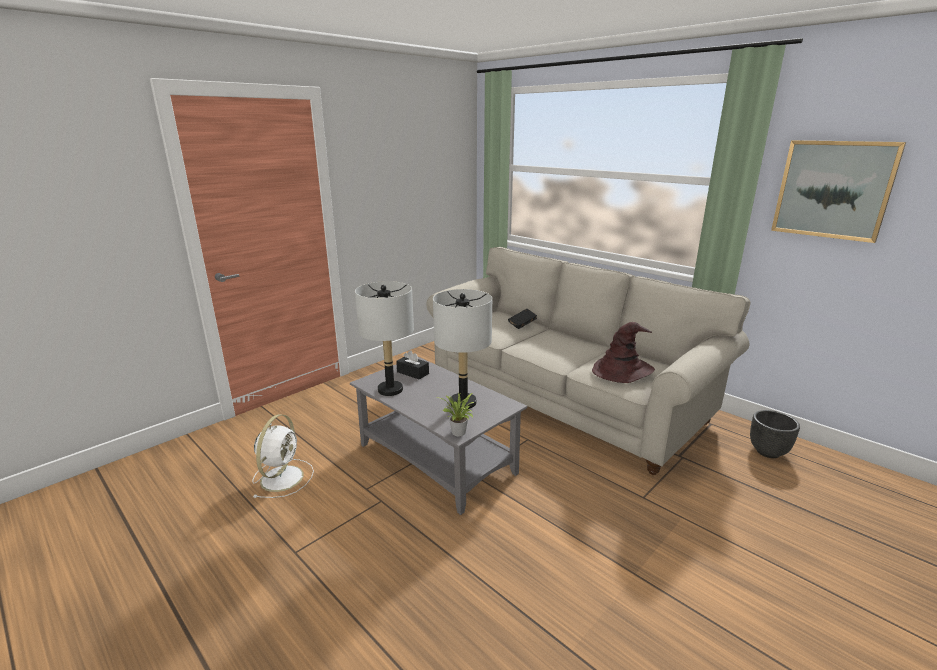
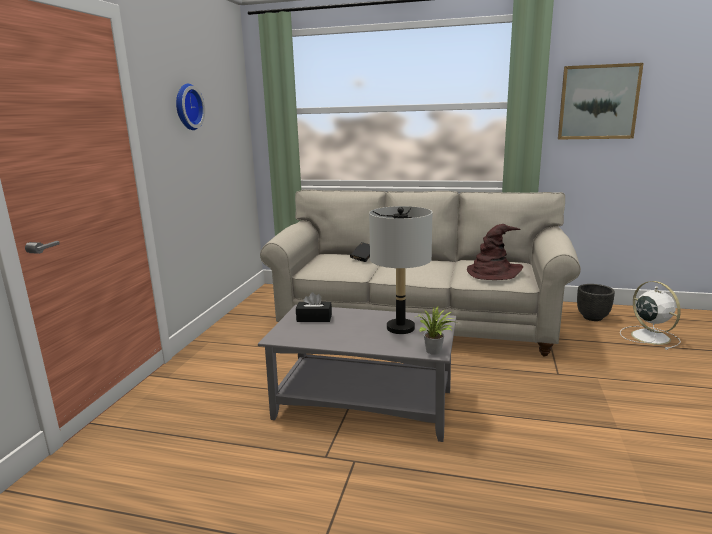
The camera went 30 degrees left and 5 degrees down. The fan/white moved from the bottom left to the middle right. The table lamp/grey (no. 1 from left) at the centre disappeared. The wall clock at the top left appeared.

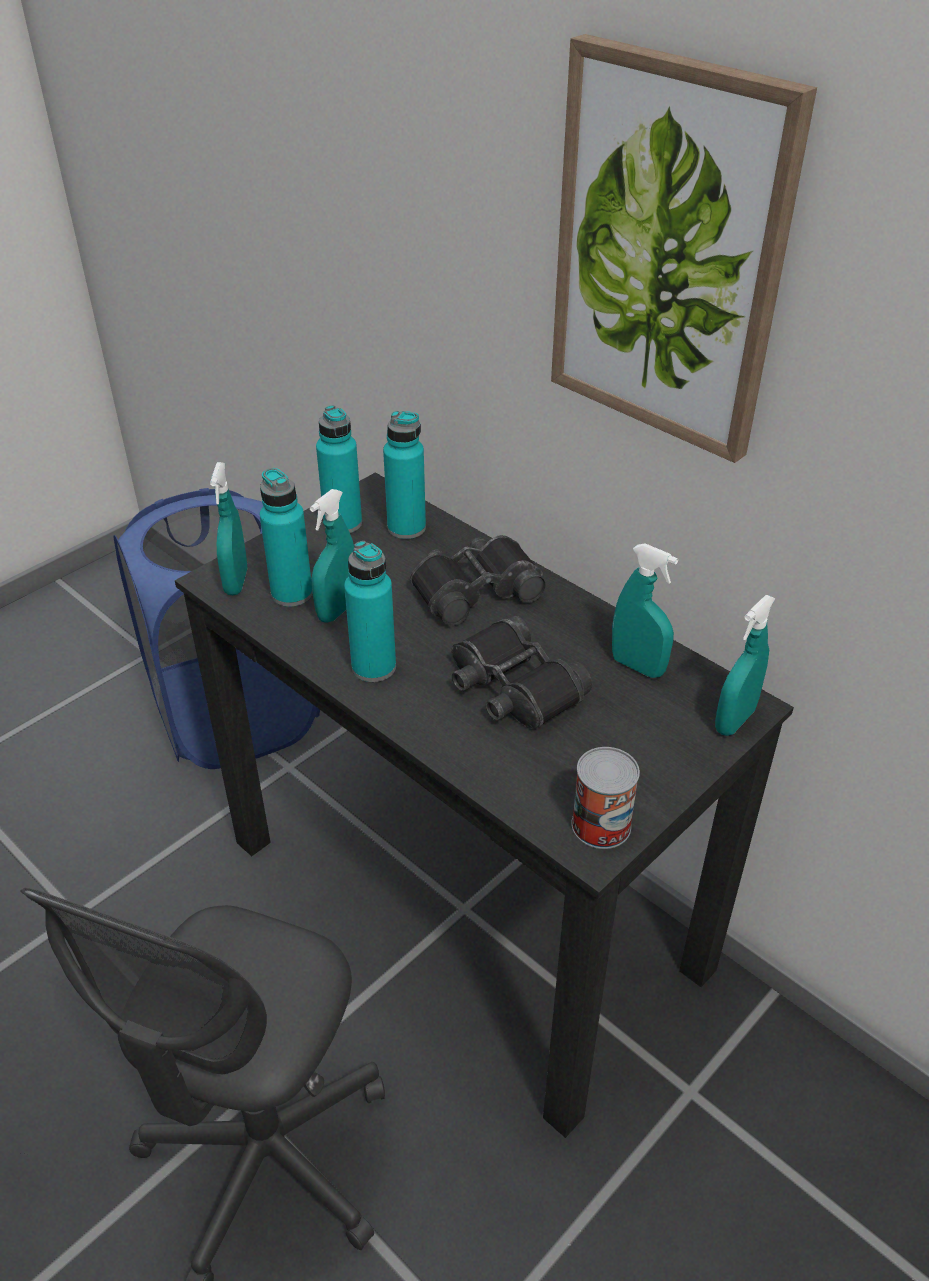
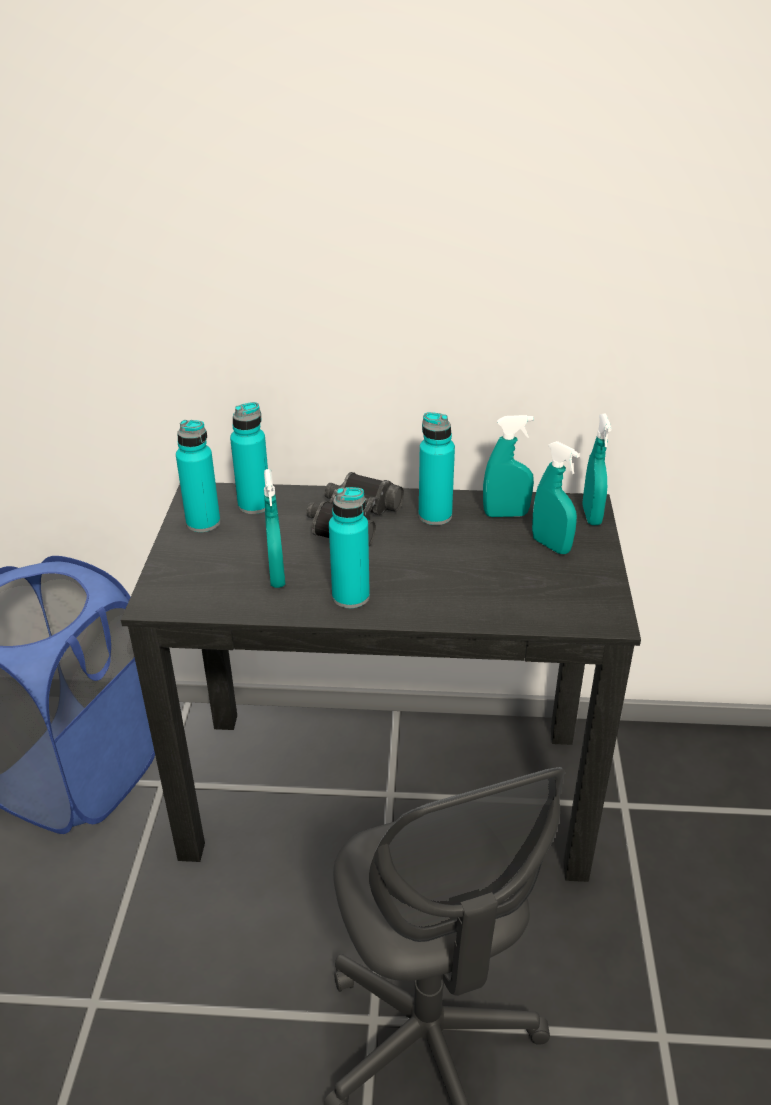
The camera went 40 degrees left and 5 degrees down. The spray bottle/turquoise (no. 1 from left in the first image) moved from the middle left to the middle right. The bottle/turquoise (no. 1 from left in the first image) moved from the middle left to the centre. The binoculars/black (no. 2 from left) at the centre disappeared. The picture at the top right disappeared. The can at the centre disappeared.

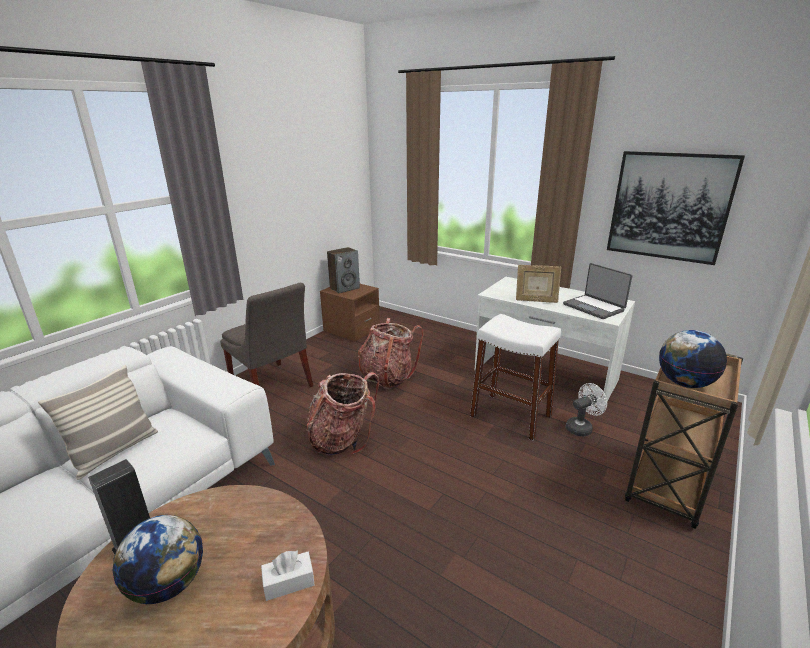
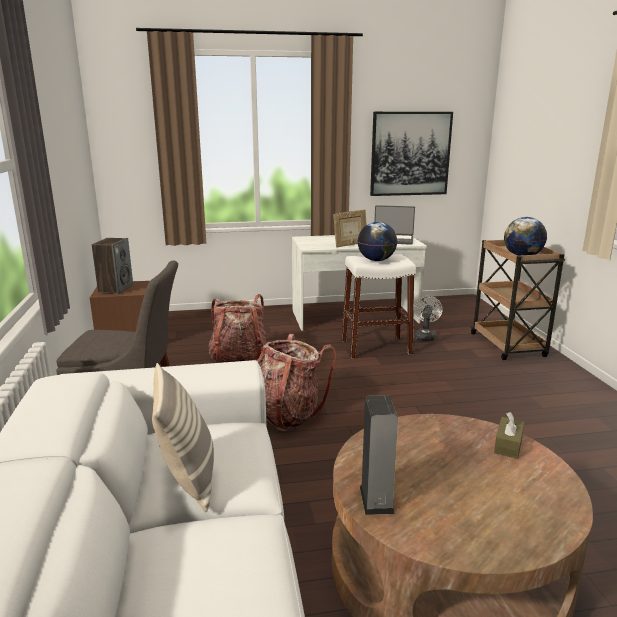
The camera went 45 degrees left and 5 degrees down. The globe (no. 1 from left) moved from the bottom left to the centre. The tissue box/white at the bottom centre became the tissue box/brown at the bottom right.

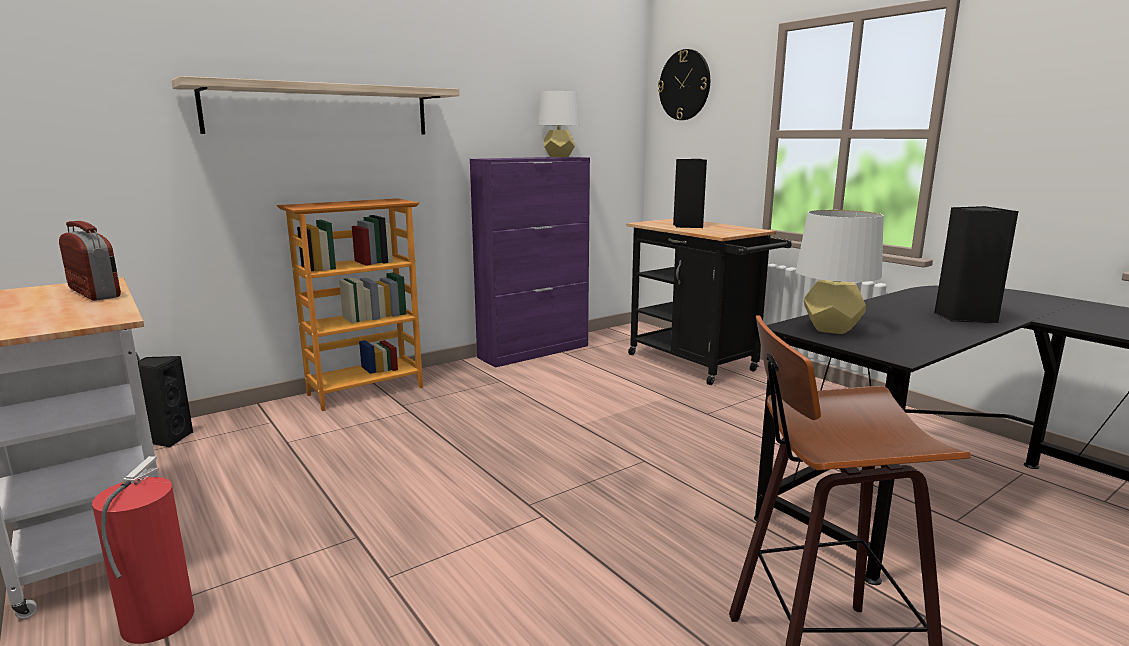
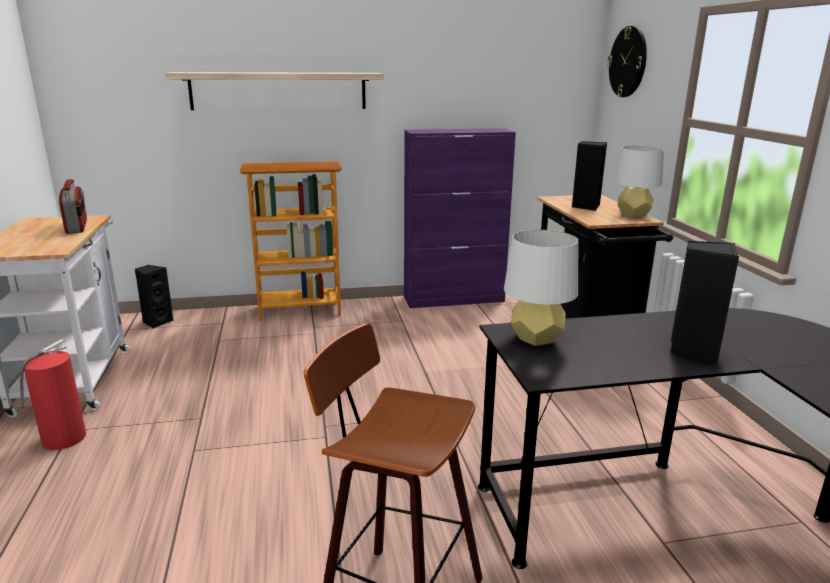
The camera went 25 degrees right and 5 degrees up. The table lamp/white (no. 1 from left in the first image) moved from the top centre to the top right.

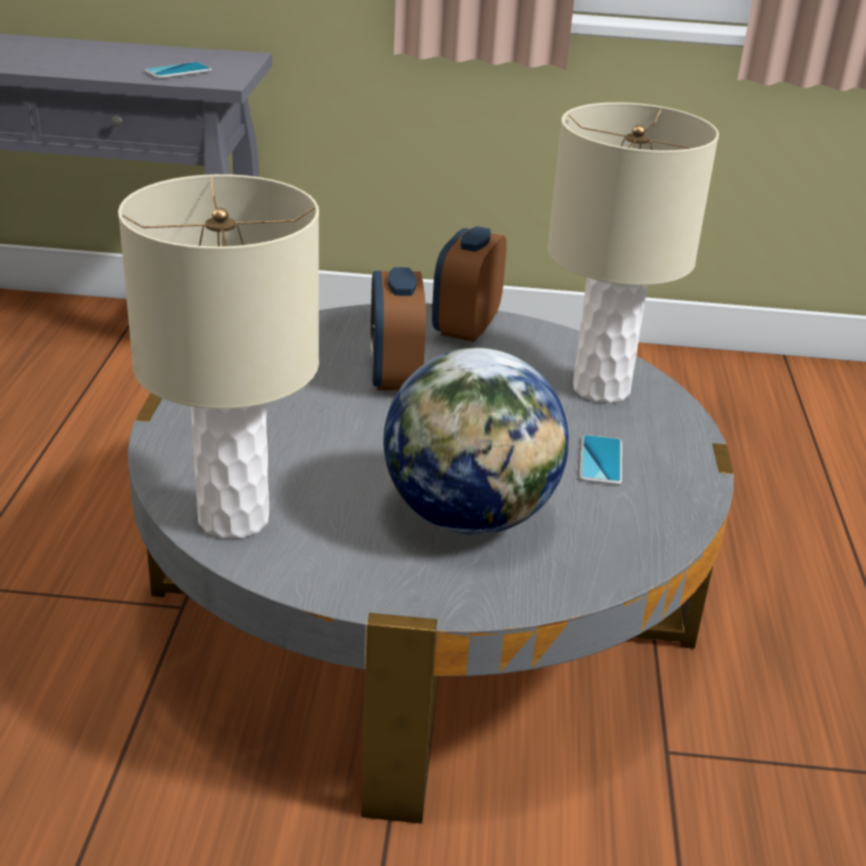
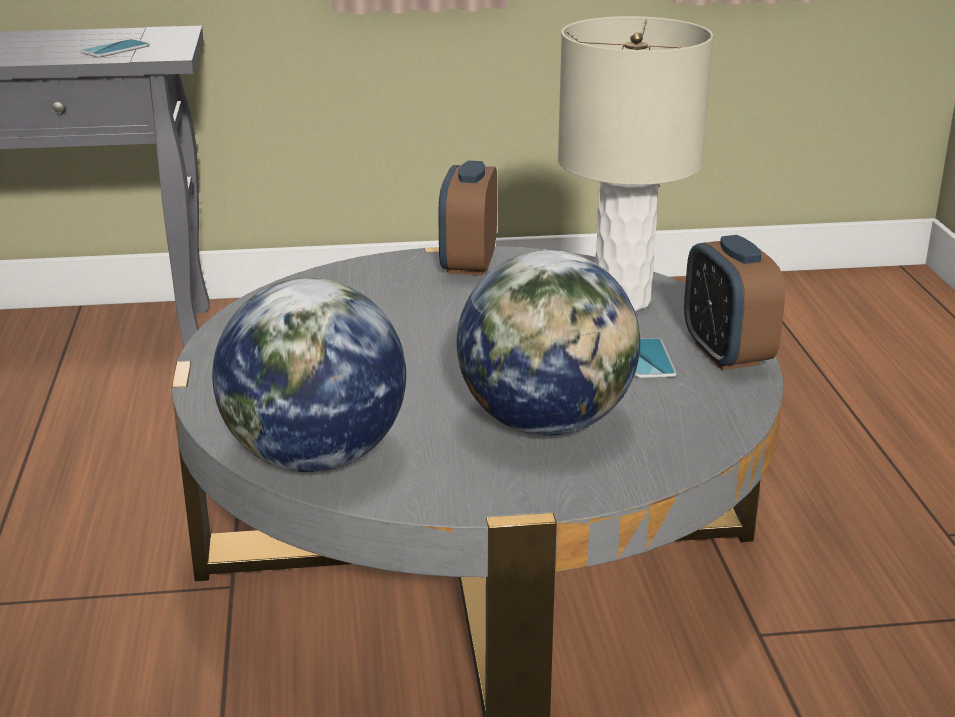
The camera went 10 degrees left and 5 degrees down. The table lamp/beige (no. 1 from left) at the middle left was replaced by the globe (no. 1 from left) at the middle left. The alarm clock (no. 1 from left in the first image) moved from the centre to the middle right.

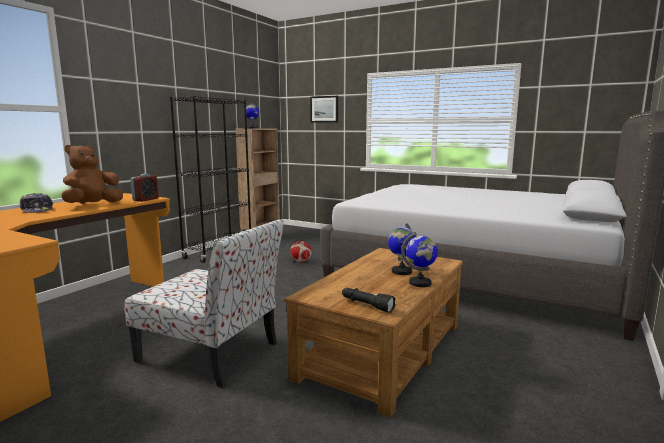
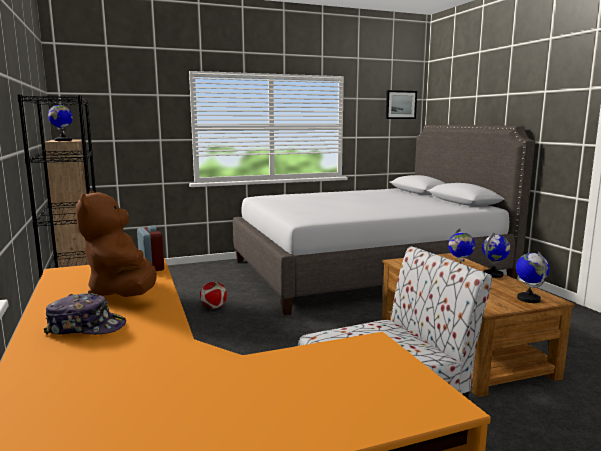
The camera went 50 degrees left and 0 degrees up. The picture moved from the top centre to the top right. The flashlight/black at the bottom centre was replaced by the globe (no. 4 from left) at the middle right.

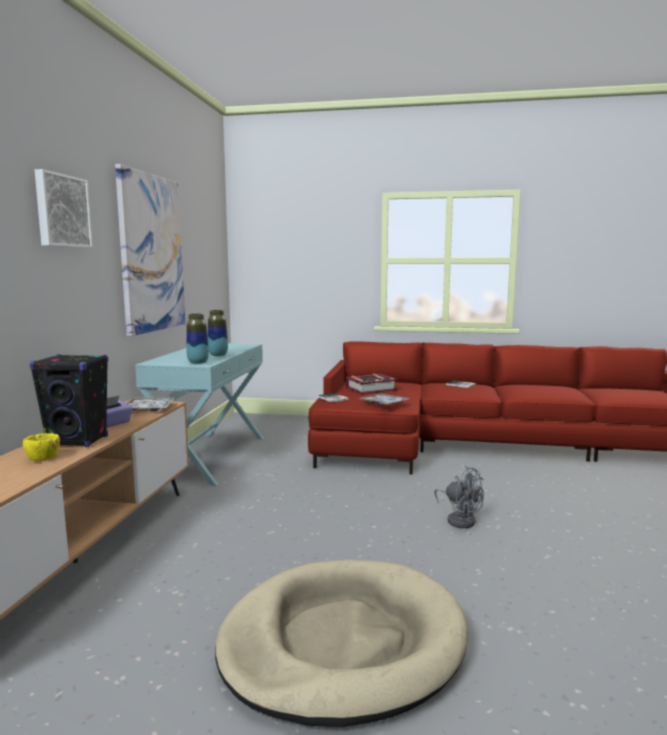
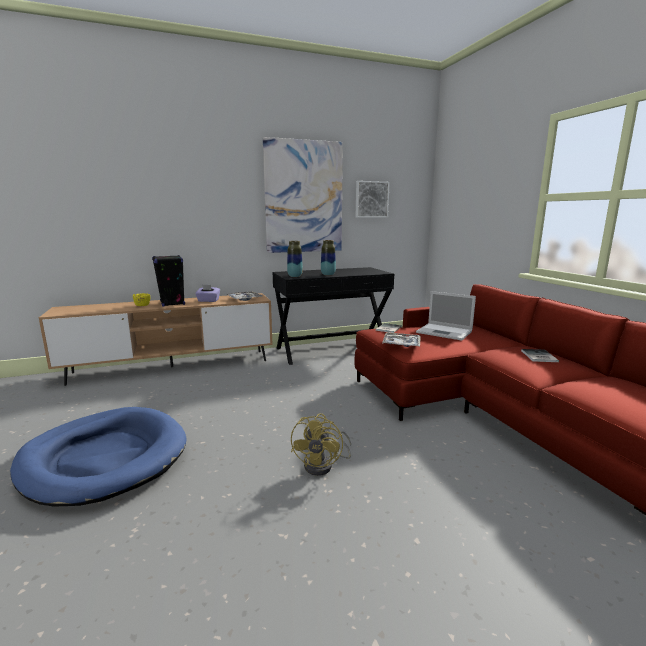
The camera went 60 degrees right and 5 degrees up. The picture (no. 1 from left in the first image) moved from the top left to the top centre. The console table/turquoise at the middle left became the console table/black at the centre. The dog bed/beige at the bottom centre became the dog bed/blue at the bottom left. The book (no. 2 from left) at the centre was replaced by the laptop at the middle right. The fan/grey at the bottom right became the fan/yellow at the bottom centre.

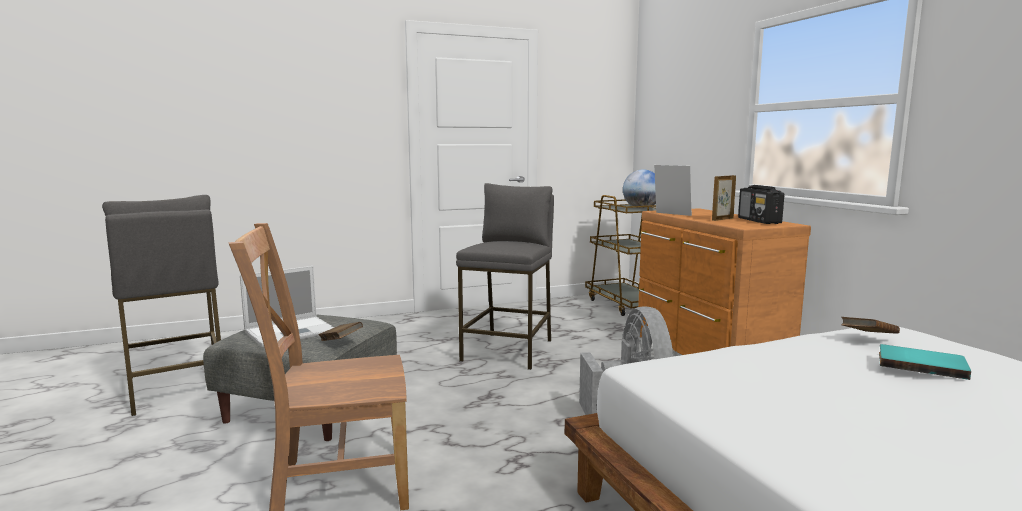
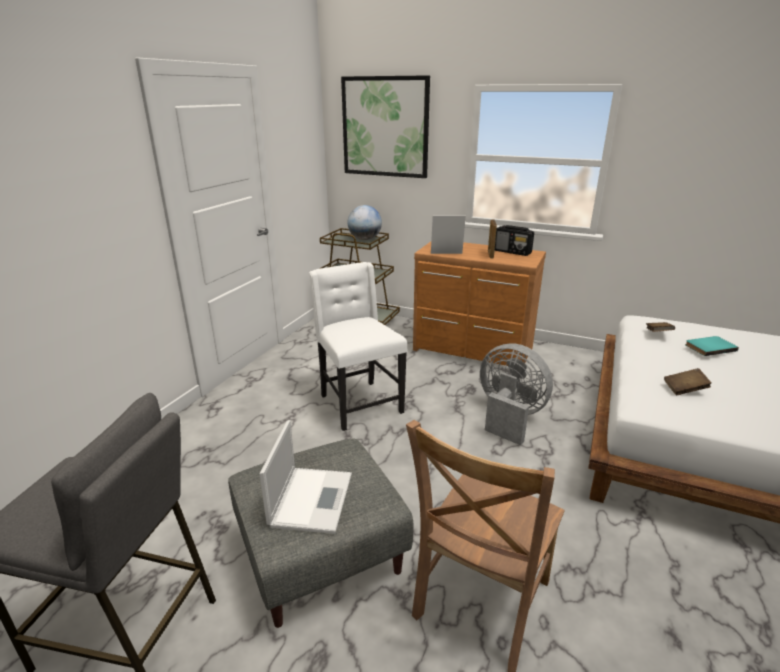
The camera went 45 degrees left and 15 degrees up. The book/brown (no. 1 from left in the first image) moved from the centre to the middle right. The stool/grey (no. 2 from left) at the centre was replaced by the chair/white at the centre. The picture at the top centre appeared.

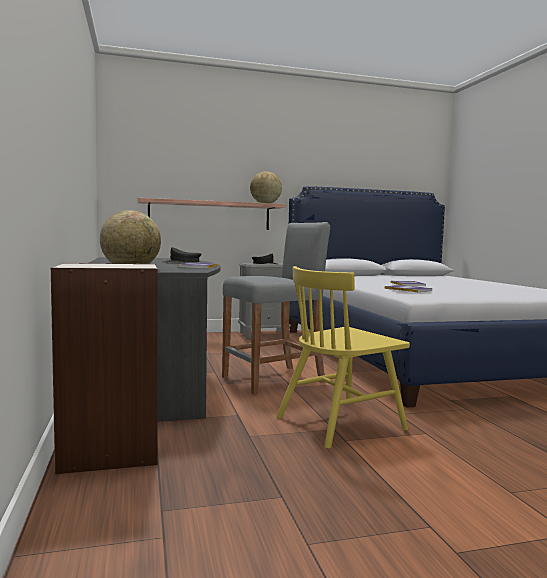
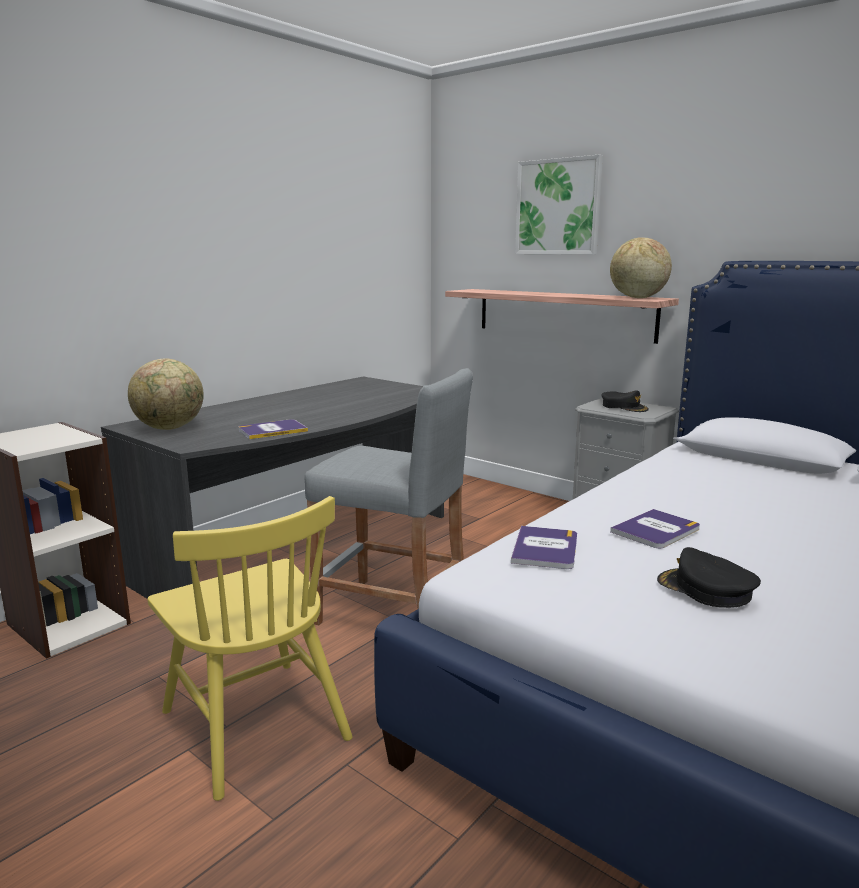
The camera went 55 degrees right and 10 degrees up. The cap/black (no. 1 from left in the first image) moved from the middle left to the middle right. The chair/yellow at the centre turned 150 degrees counterclockwise. The picture at the top centre appeared.

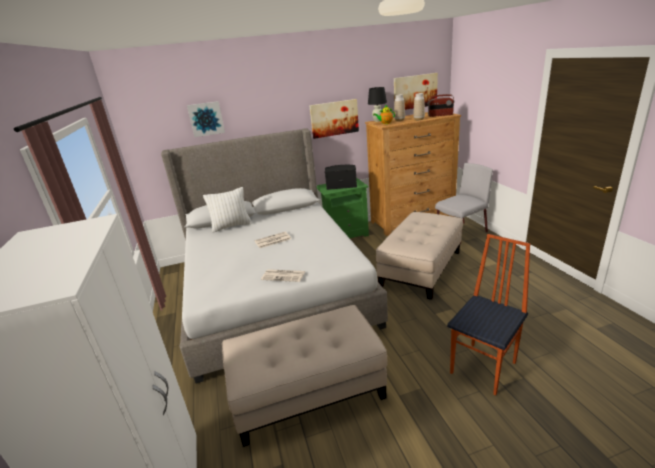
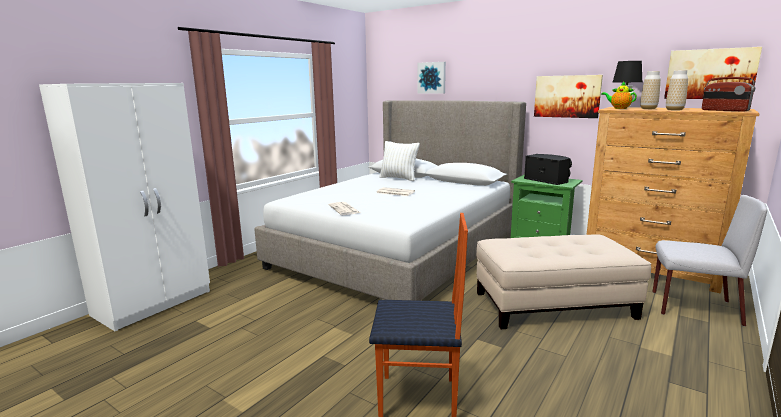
The camera went 50 degrees right and 10 degrees down. The ottoman/beige (no. 1 from left) at the bottom centre disappeared.

